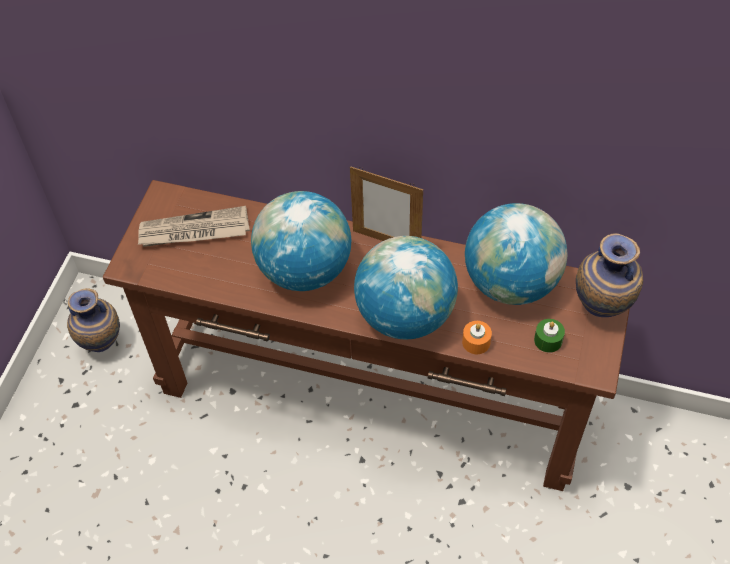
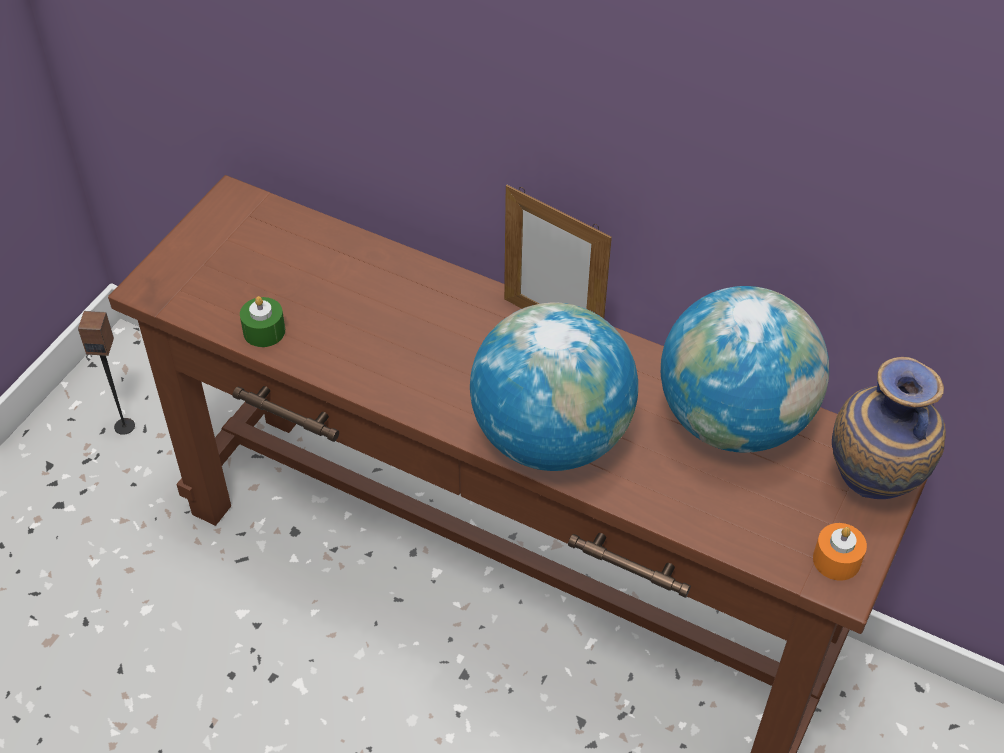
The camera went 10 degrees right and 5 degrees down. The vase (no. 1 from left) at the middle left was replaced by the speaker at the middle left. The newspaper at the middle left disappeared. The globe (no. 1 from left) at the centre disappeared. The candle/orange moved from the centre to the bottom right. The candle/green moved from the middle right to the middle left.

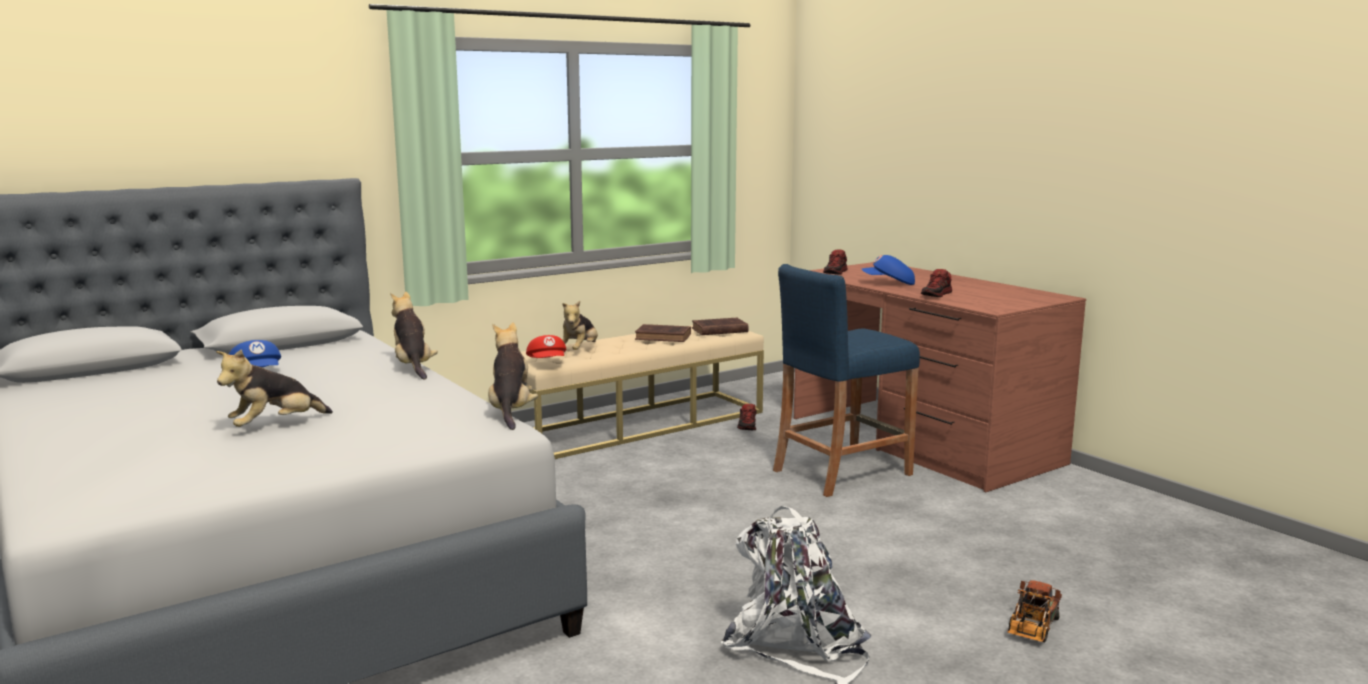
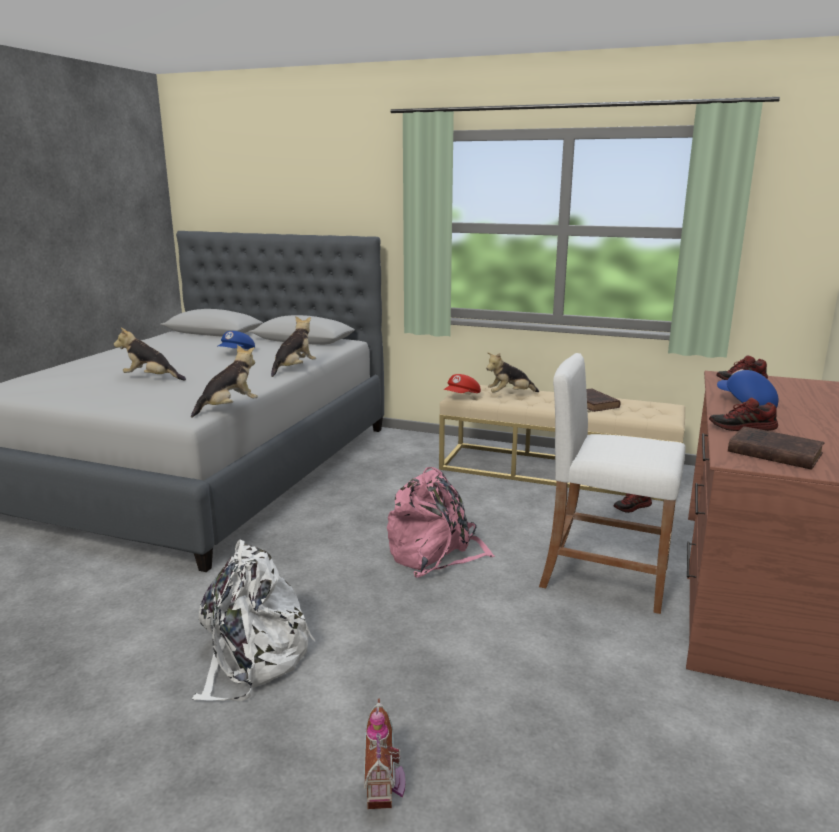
The camera went 55 degrees right and 5 degrees up. The book/brown (no. 2 from left) moved from the centre to the middle right. The stool/blue at the centre became the stool/white at the middle right. The toy truck at the bottom right was replaced by the toy house at the bottom centre. The backpack/pink at the centre appeared.

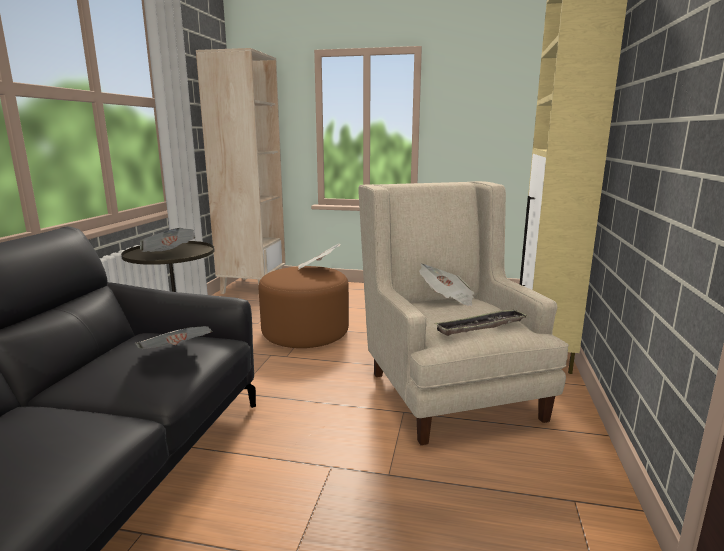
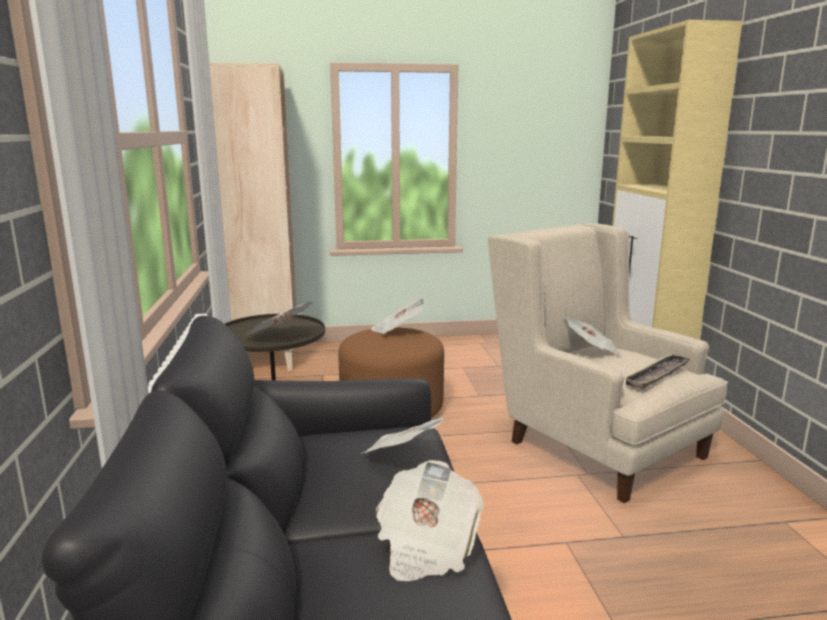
The camera went 20 degrees left and 0 degrees up. The newspaper (no. 4 from left) at the bottom centre appeared.

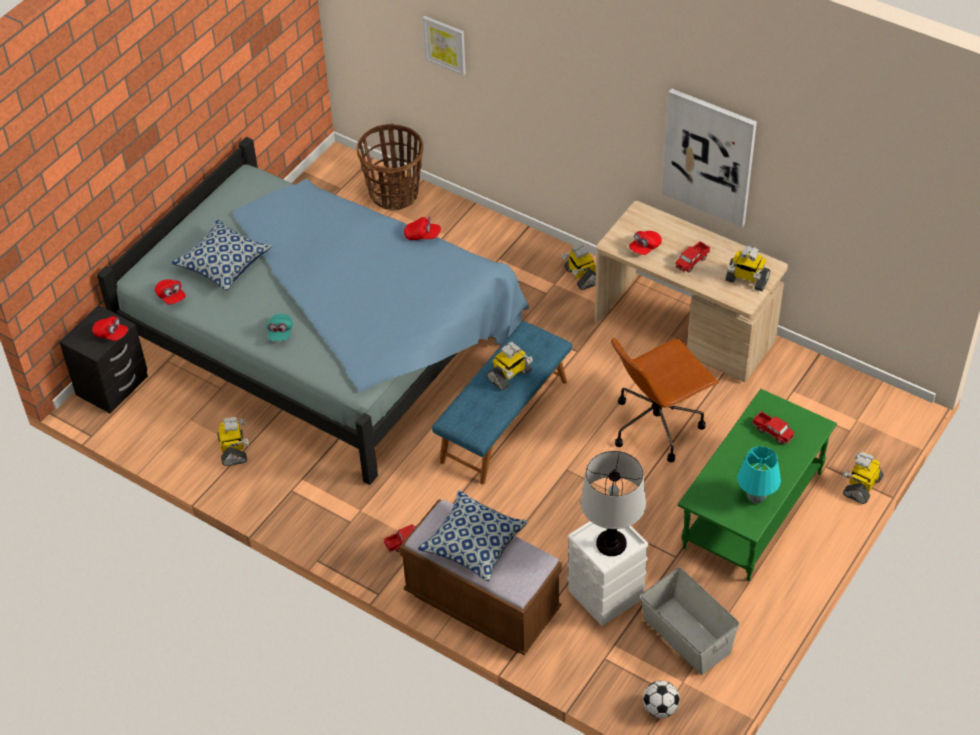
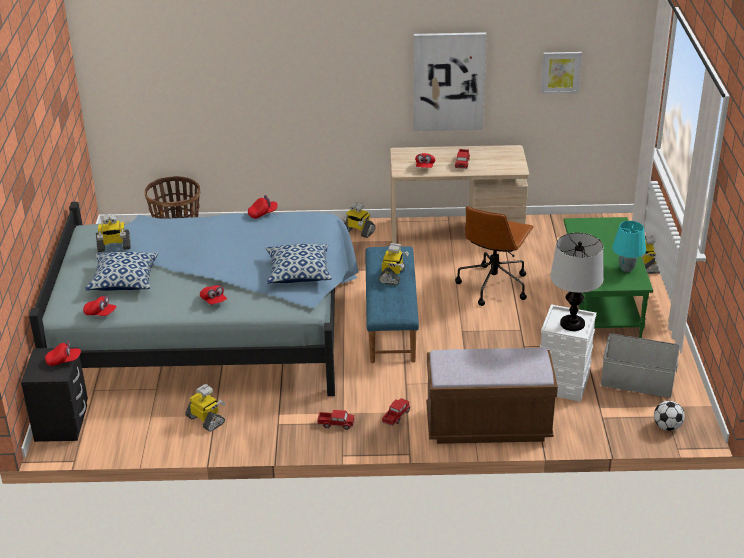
The camera went 35 degrees left and 15 degrees down. The cap/turquoise at the middle left became the cap/red (no. 3 from left) at the middle left. The pillow (no. 2 from left) moved from the bottom centre to the centre. The picture (no. 1 from left in the first image) moved from the top centre to the top right. The toy robot (no. 4 from left in the first image) moved from the middle right to the middle left. The toy truck (no. 3 from left in the first image) moved from the middle right to the bottom centre.

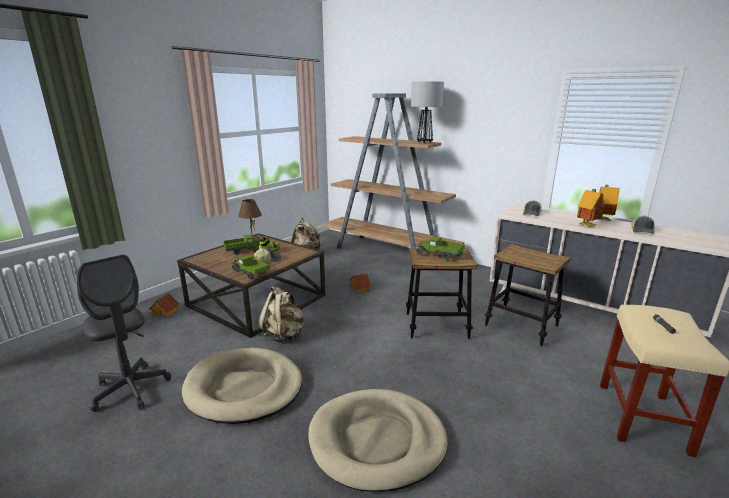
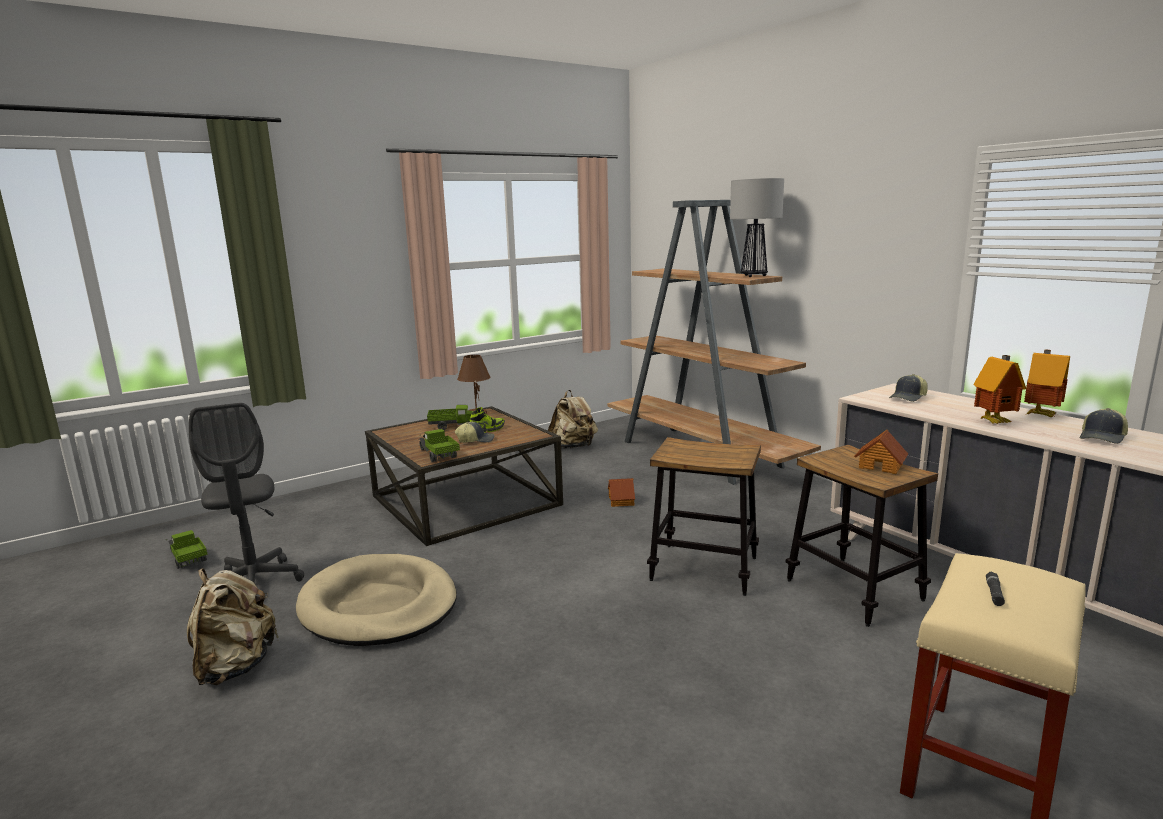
The camera went 20 degrees right and 5 degrees down. The toy house (no. 1 from left in the first image) moved from the middle left to the middle right. The backpack/beige (no. 1 from left) moved from the centre to the bottom left. The dog bed/beige (no. 2 from left) at the bottom centre disappeared. The toy truck (no. 3 from left in the first image) moved from the centre to the bottom left.

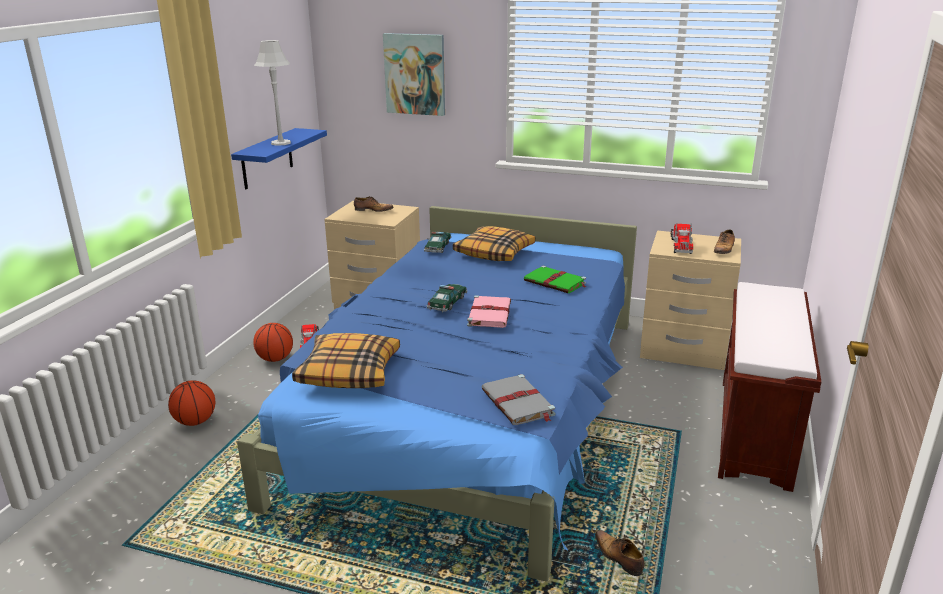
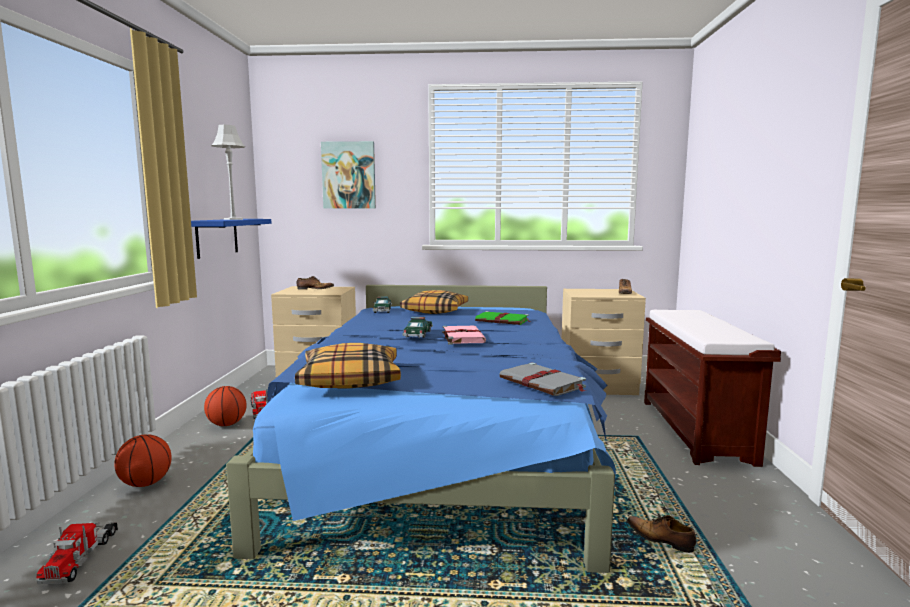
The camera went 15 degrees left and 15 degrees down. The toy truck (no. 2 from left in the first image) moved from the middle right to the bottom left.

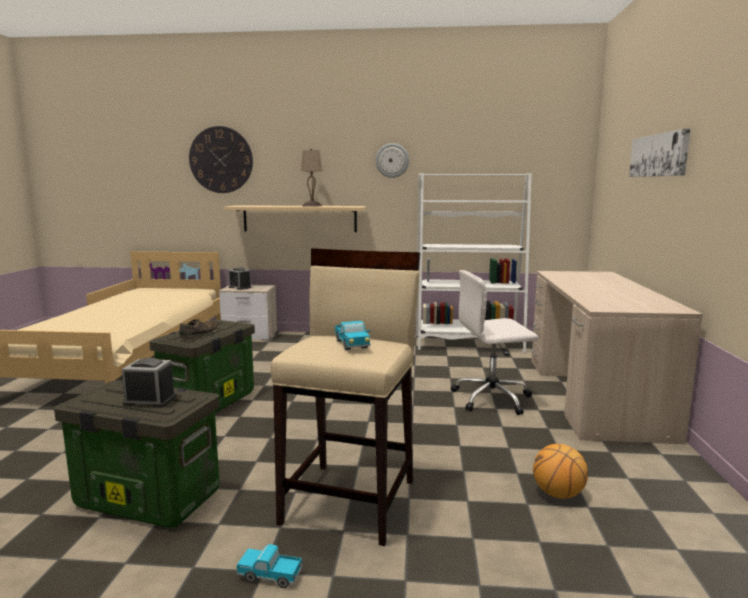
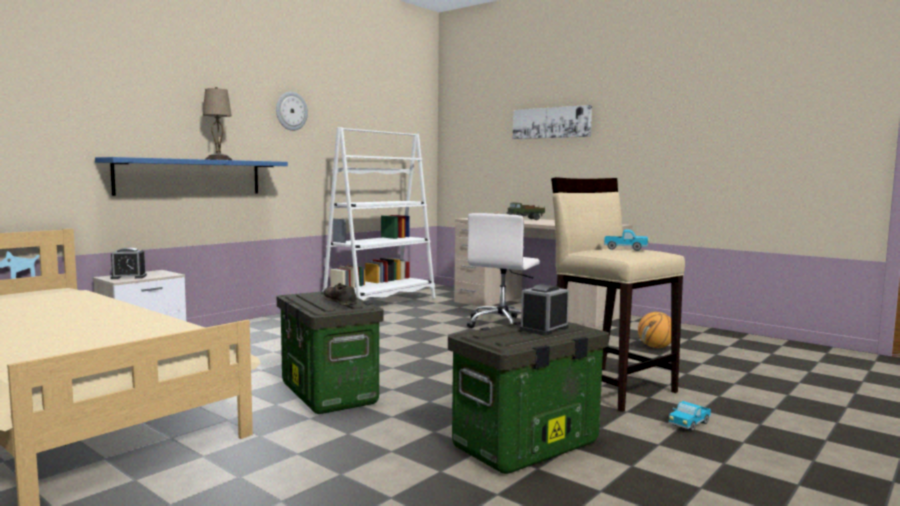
The camera went 55 degrees left and 5 degrees down. The wall clock (no. 1 from left) at the top left disappeared. The shelf/beige at the centre became the shelf/blue at the middle left. The toy truck (no. 1 from left) at the centre appeared.

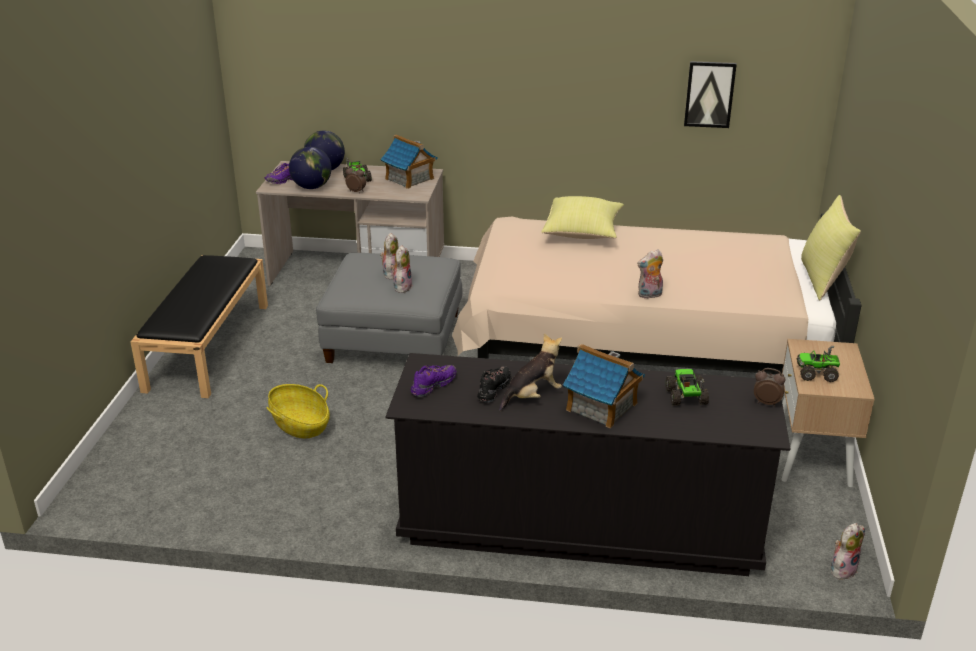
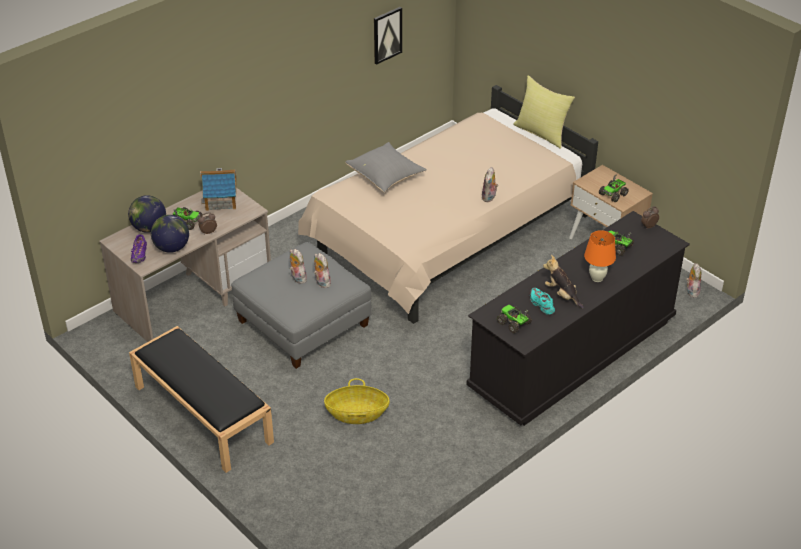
The camera went 50 degrees left and 10 degrees up. The shoe/purple (no. 2 from left) at the centre was replaced by the toy truck (no. 2 from left) at the centre. The shoe/black at the centre became the shoe/turquoise at the middle right. The plush toy (no. 3 from left in the first image) at the centre turned 45 degrees counterclockwise. The pillow/yellow (no. 1 from left) at the centre became the pillow/grey at the top centre. The toy house (no. 2 from left) at the centre was replaced by the table lamp/orange at the middle right.

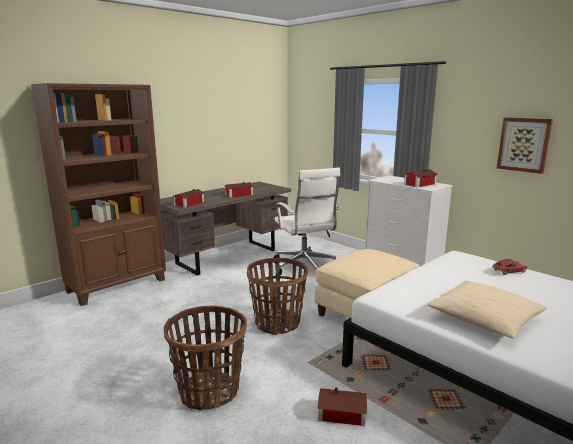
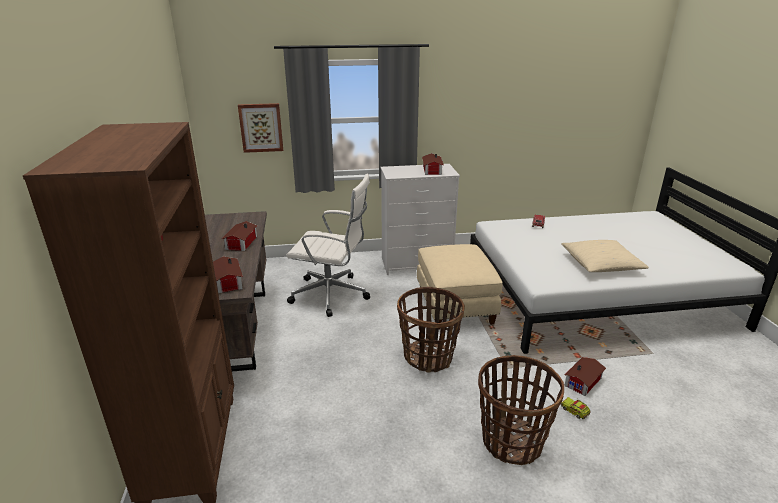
The camera went 55 degrees left and 10 degrees up. The picture moved from the top right to the top centre. The toy truck at the bottom right appeared.

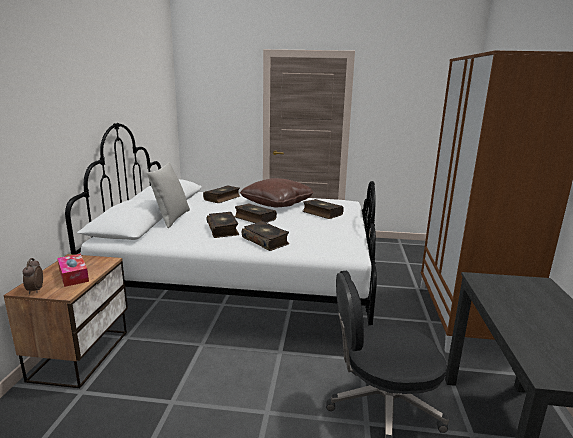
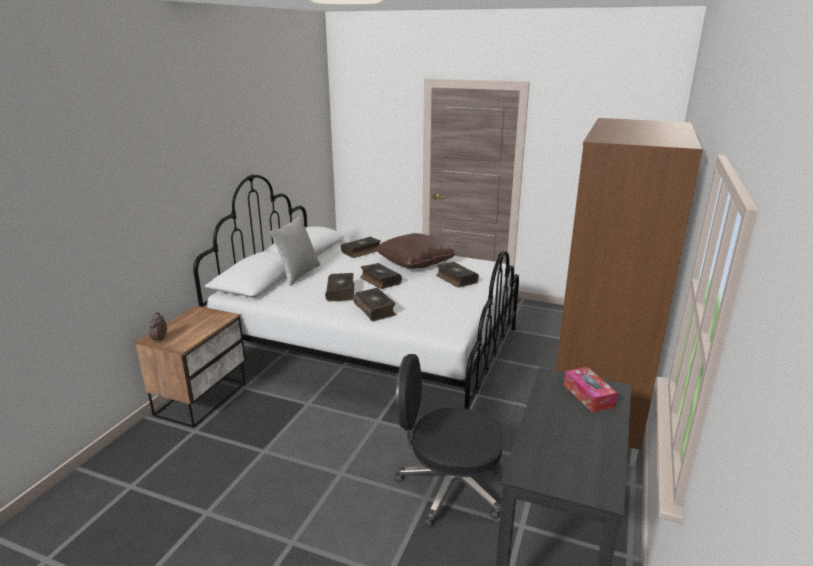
The camera went 15 degrees right and 5 degrees up. The tissue box moved from the middle left to the bottom right.

